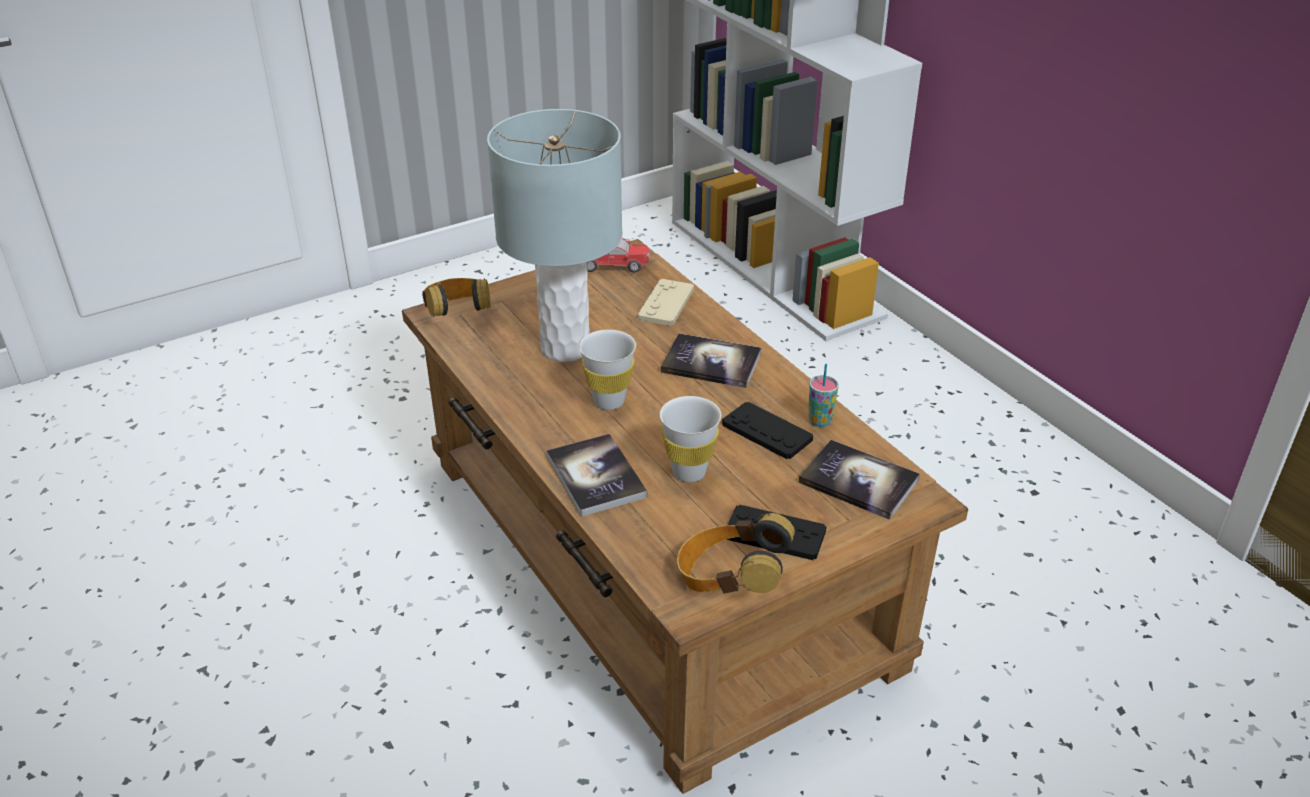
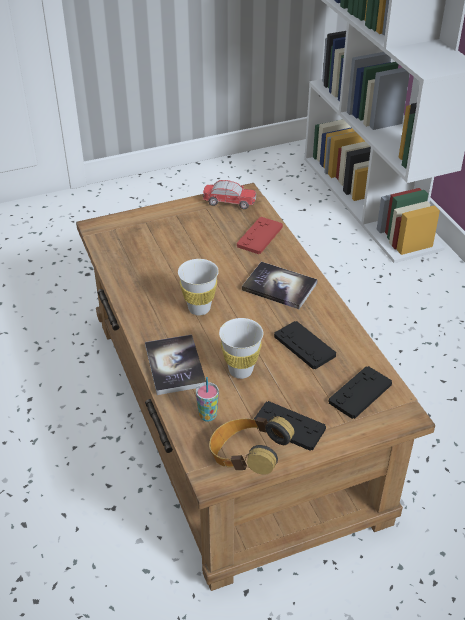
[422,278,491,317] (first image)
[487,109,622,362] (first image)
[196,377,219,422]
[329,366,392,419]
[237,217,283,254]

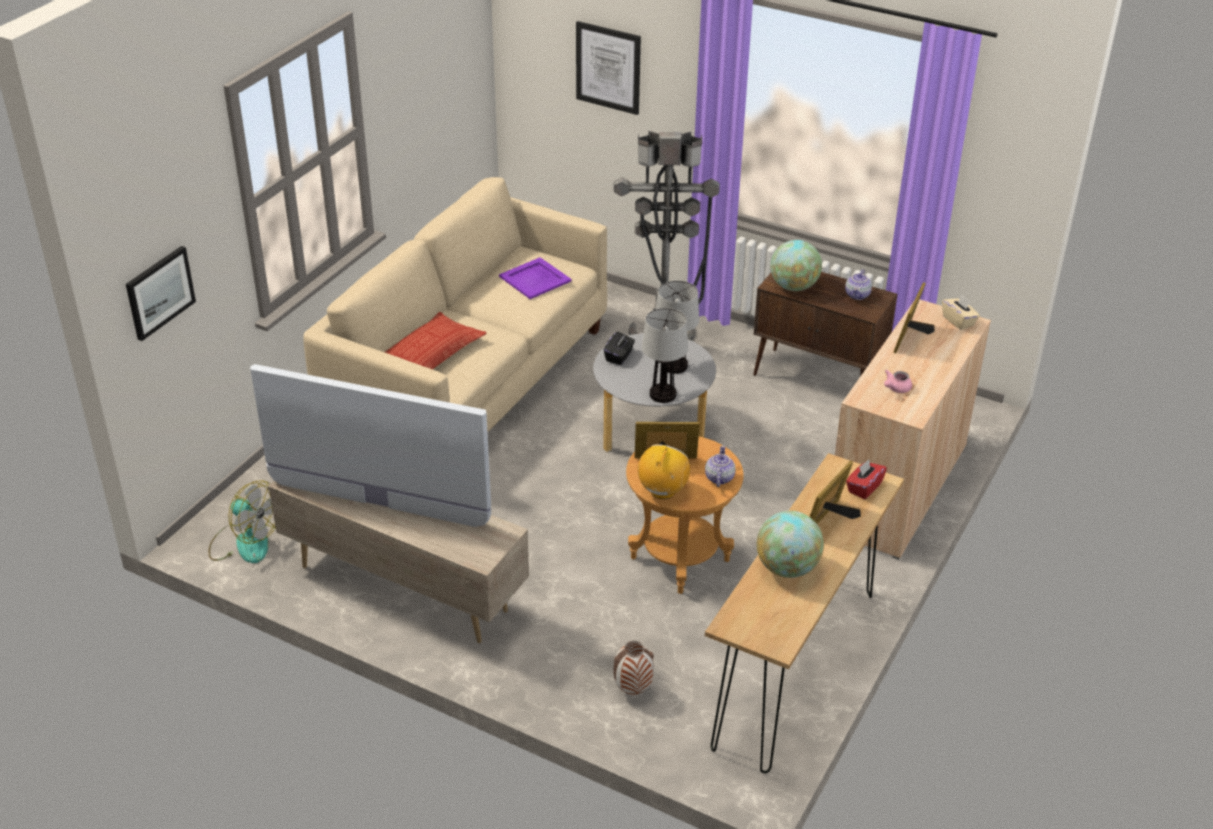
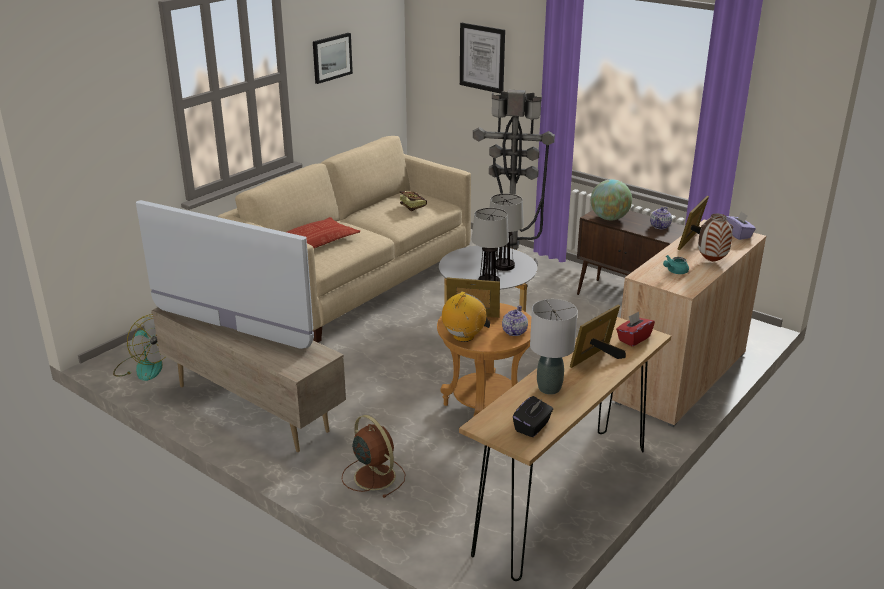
[342,415,406,498]
[313,33,353,84]
[513,396,553,437]
[698,214,733,262]
[400,191,427,211]
[530,299,577,395]
[663,255,689,274]
[726,211,756,240]

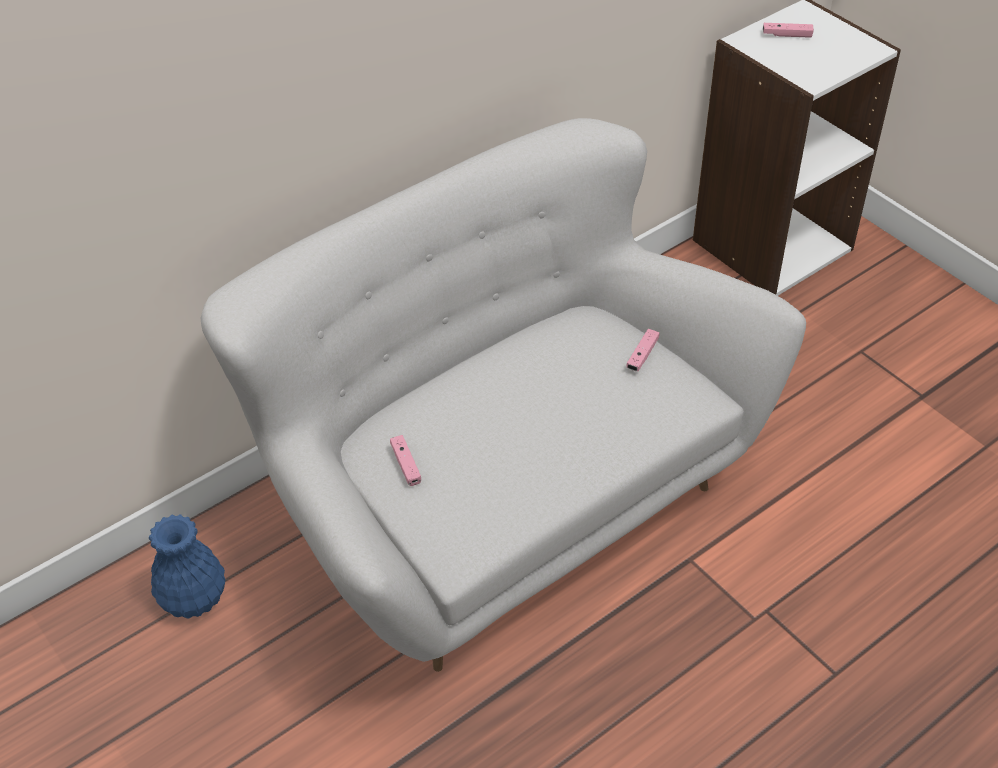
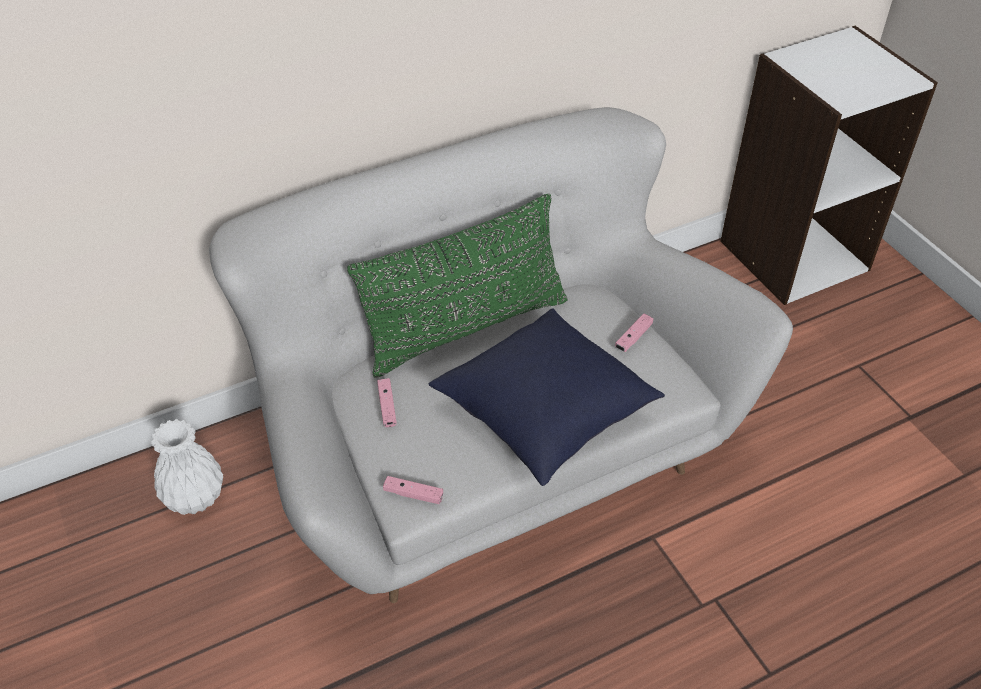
[347,194,568,378]
[429,308,665,486]
[383,476,443,504]
[151,419,223,515]

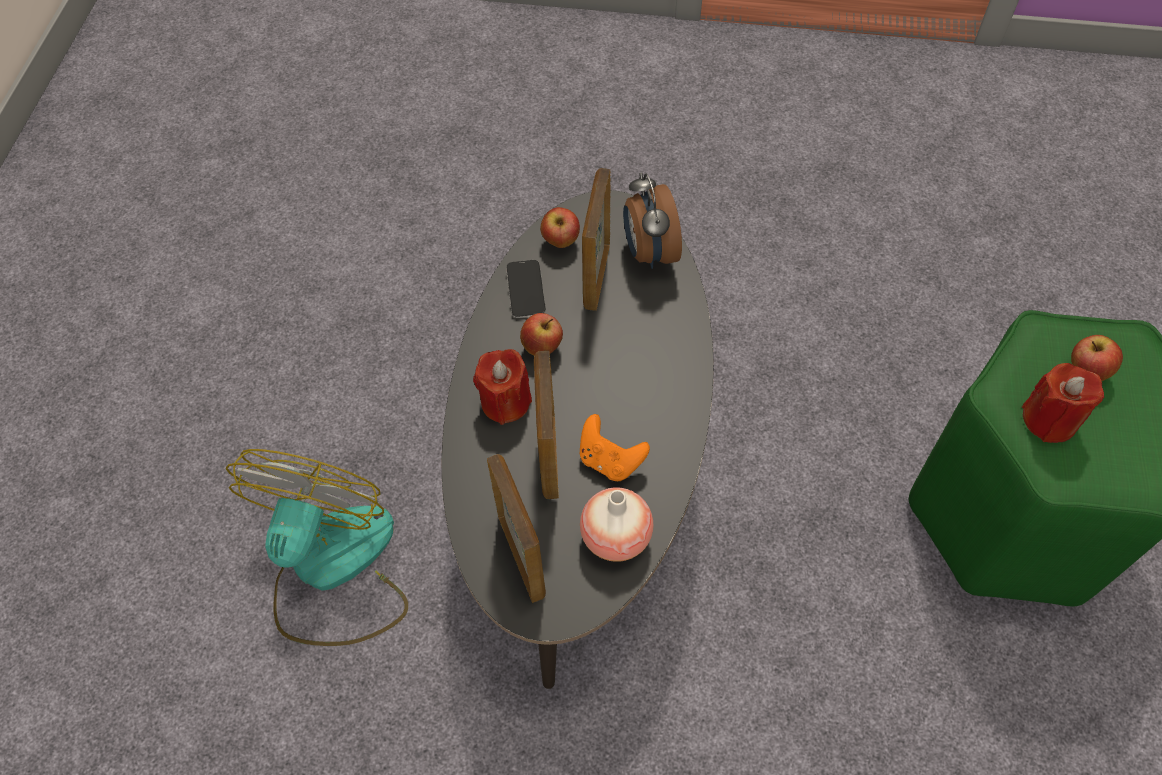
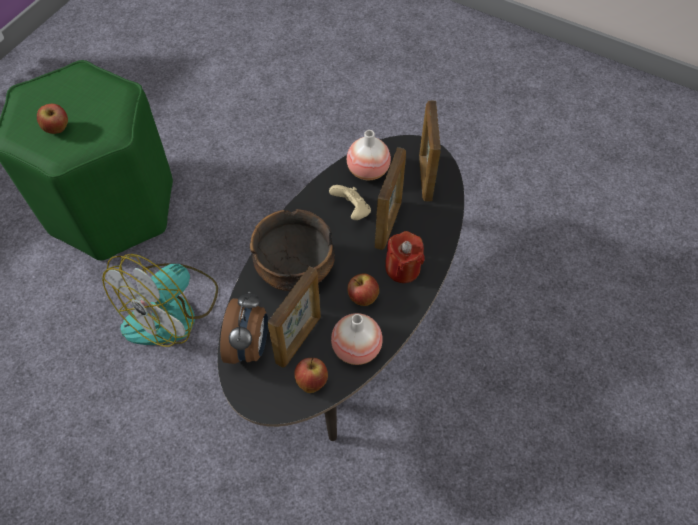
[1022,363,1104,443] (first image)
[250,209,335,291]
[102,254,218,347]
[331,313,383,365]
[329,185,371,220]

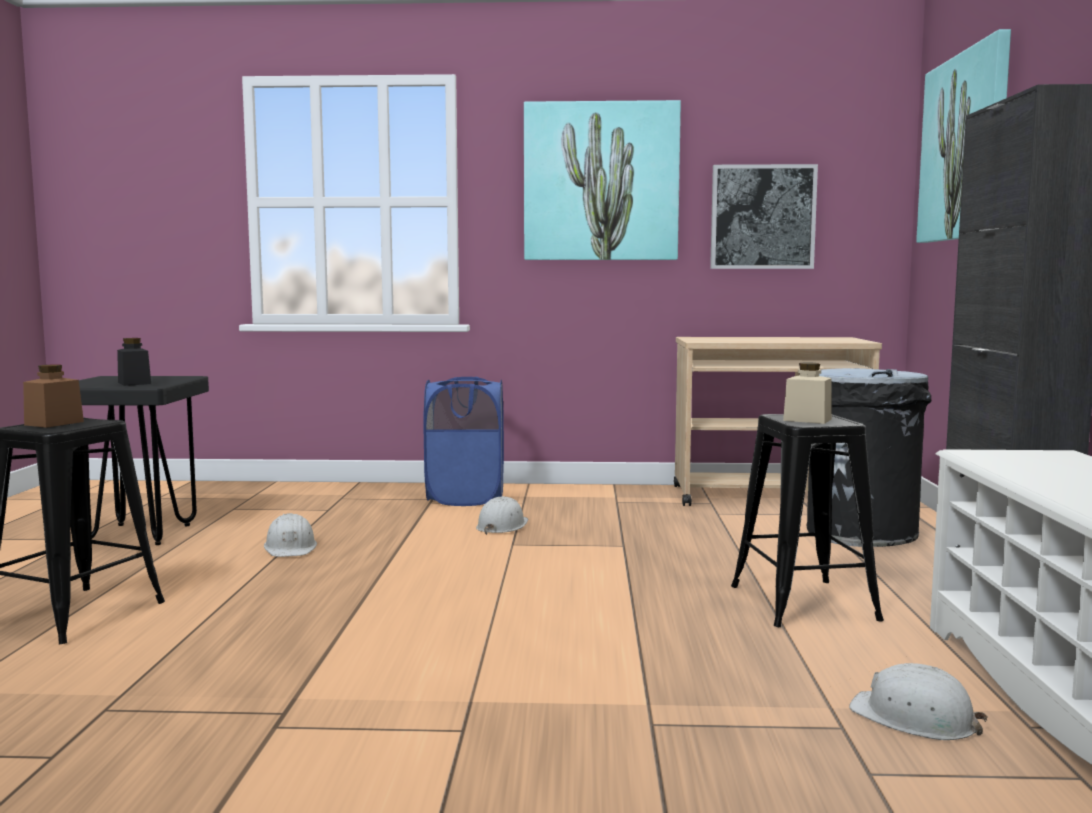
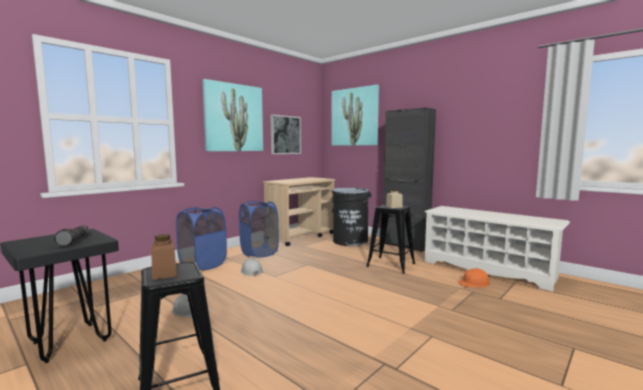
[239,201,279,258]
[54,226,90,246]
[457,268,490,288]

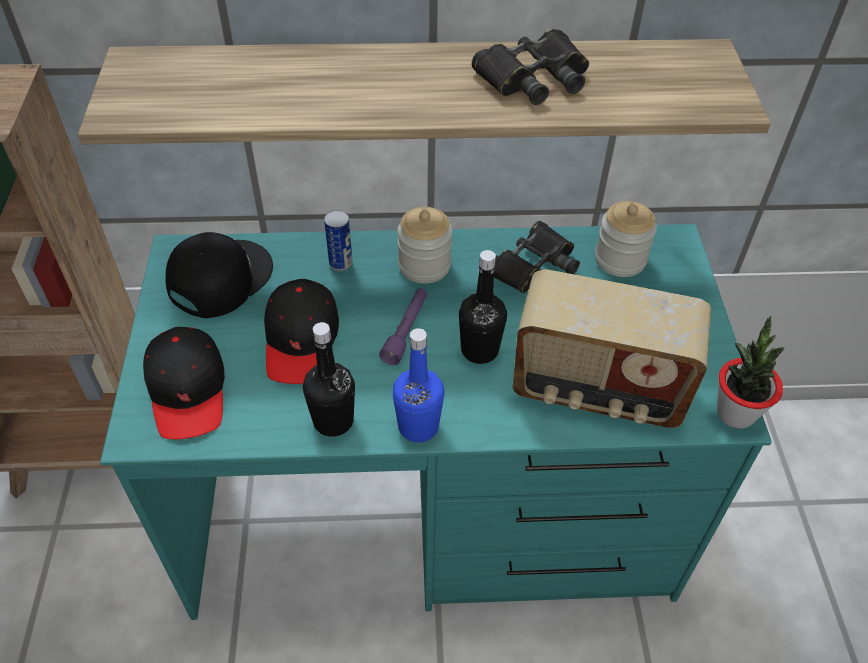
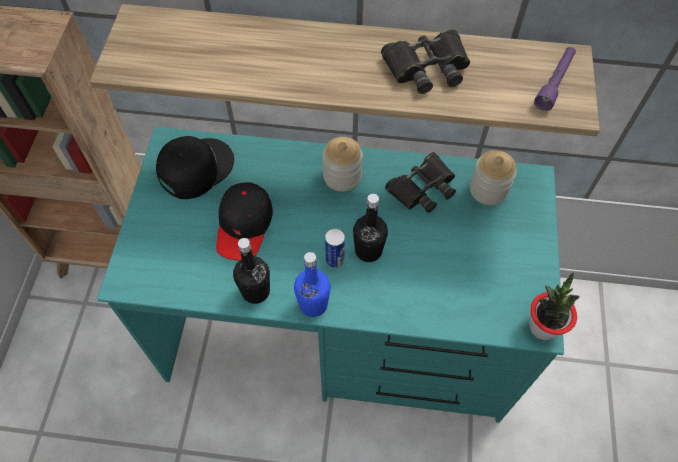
[143,327,225,440] (first image)
[513,269,711,428] (first image)
[325,228,345,268]
[534,47,576,111]

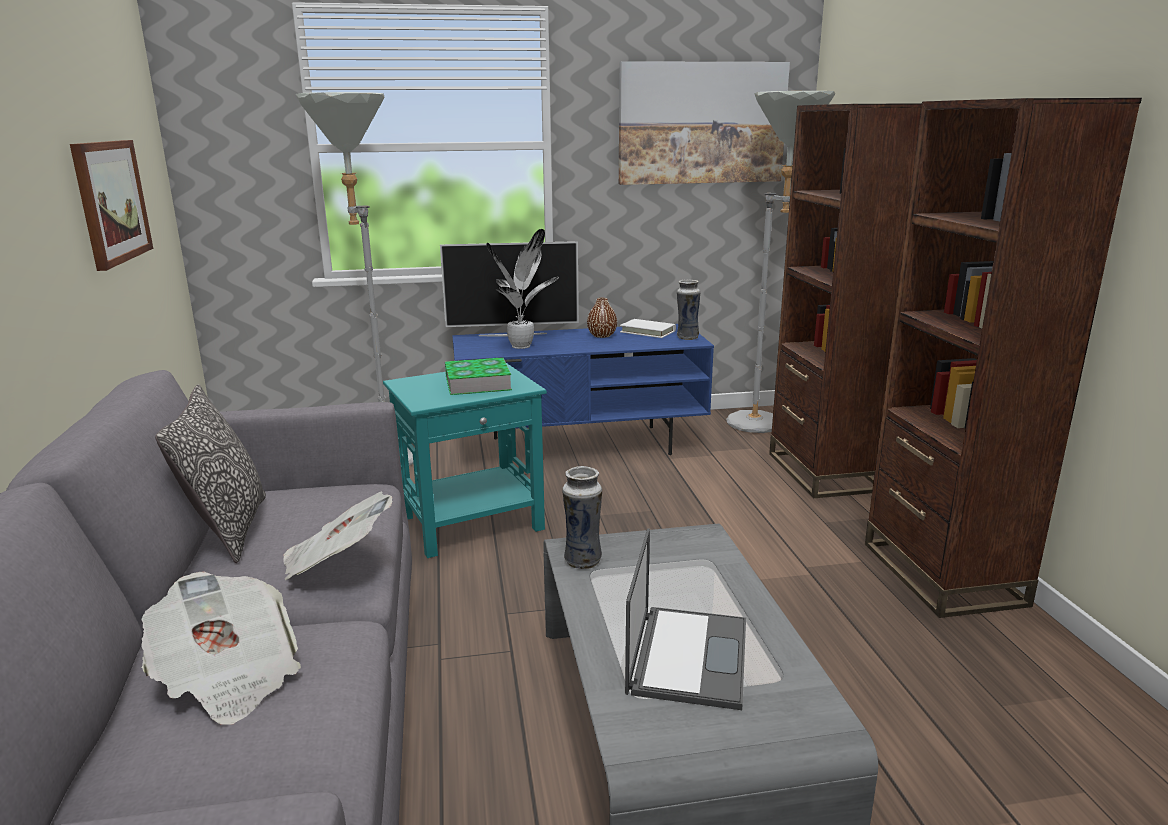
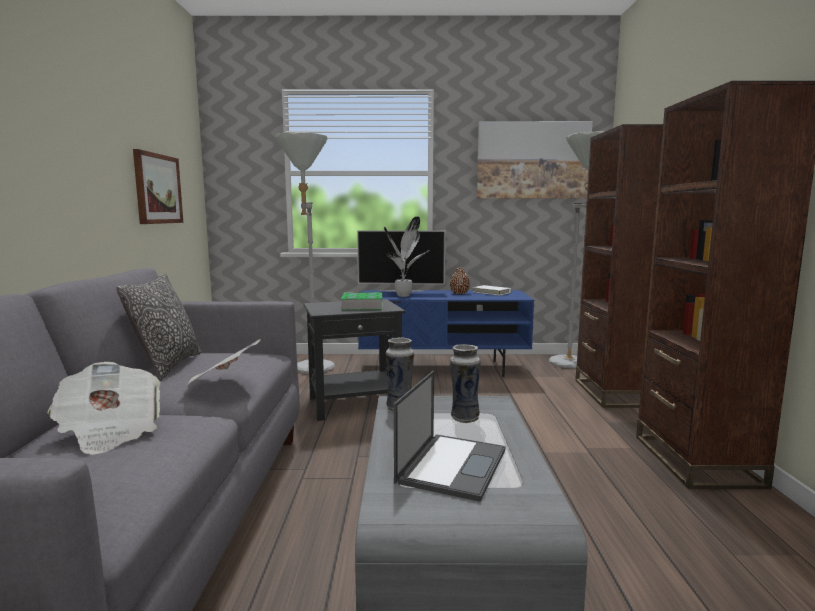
[450,344,481,423]
[304,299,406,421]

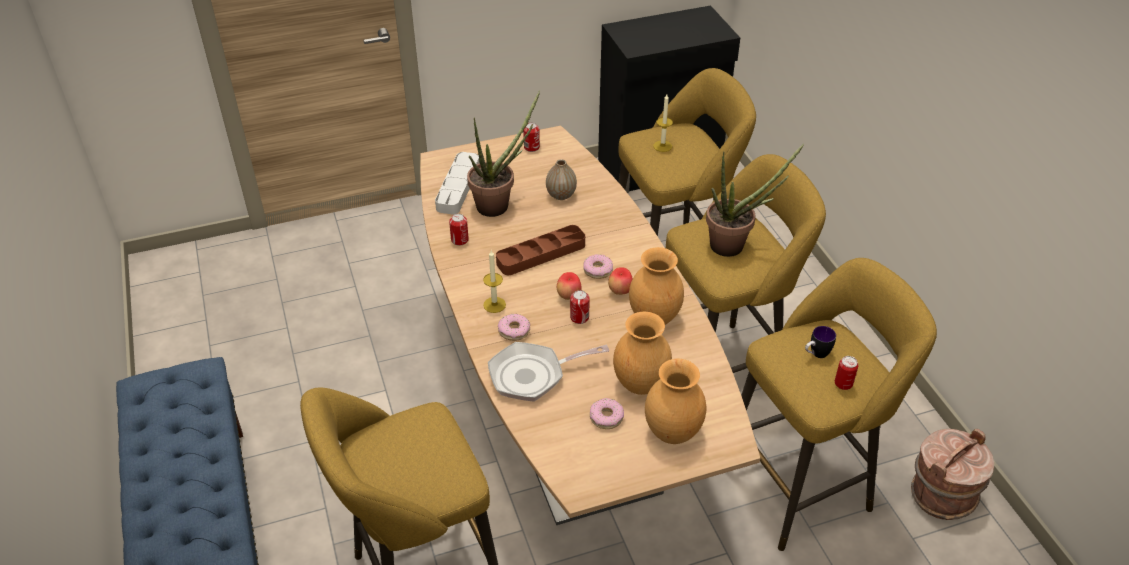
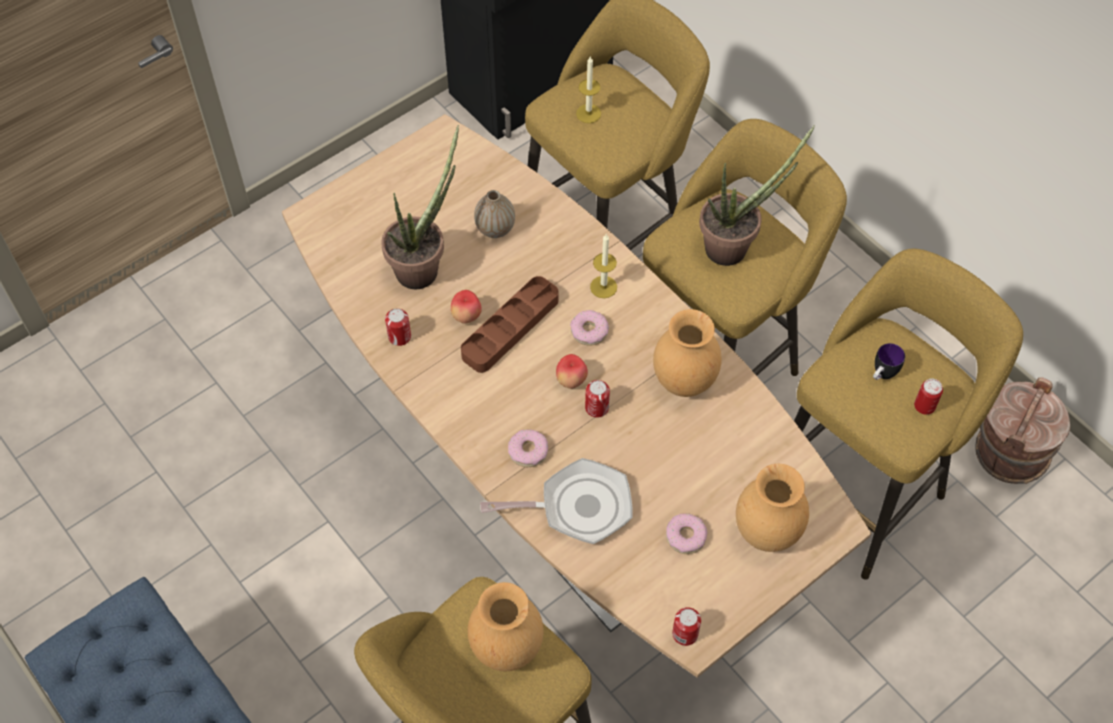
[435,152,480,214] (first image)
[590,234,617,298]
[672,607,701,646]
[451,290,482,324]
[468,582,544,671]
[480,458,632,544]

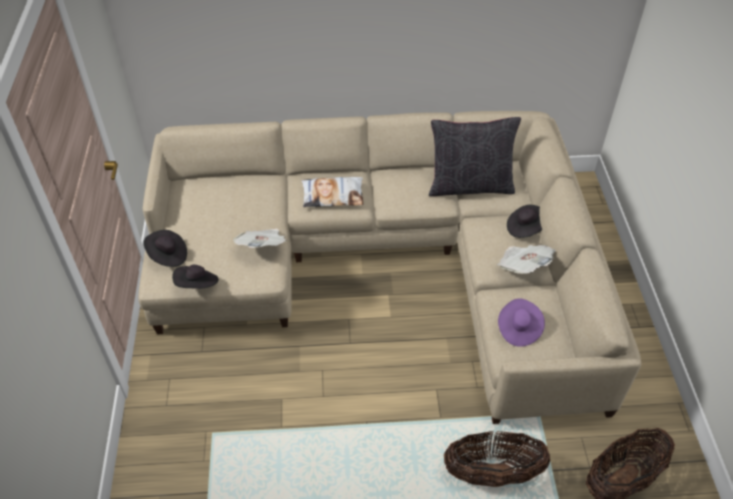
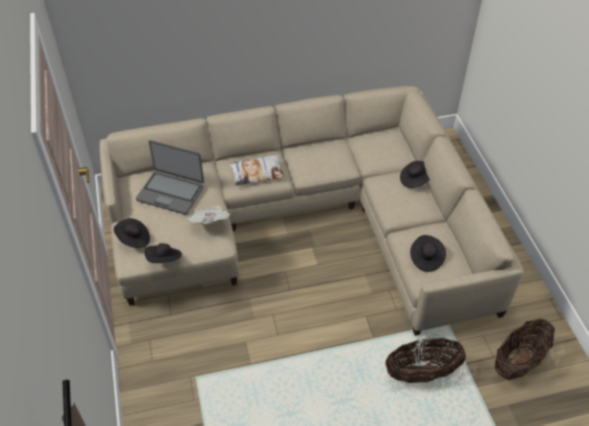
[429,117,521,196] (first image)
[497,245,555,274] (first image)
[136,140,204,215]
[410,235,446,272]

